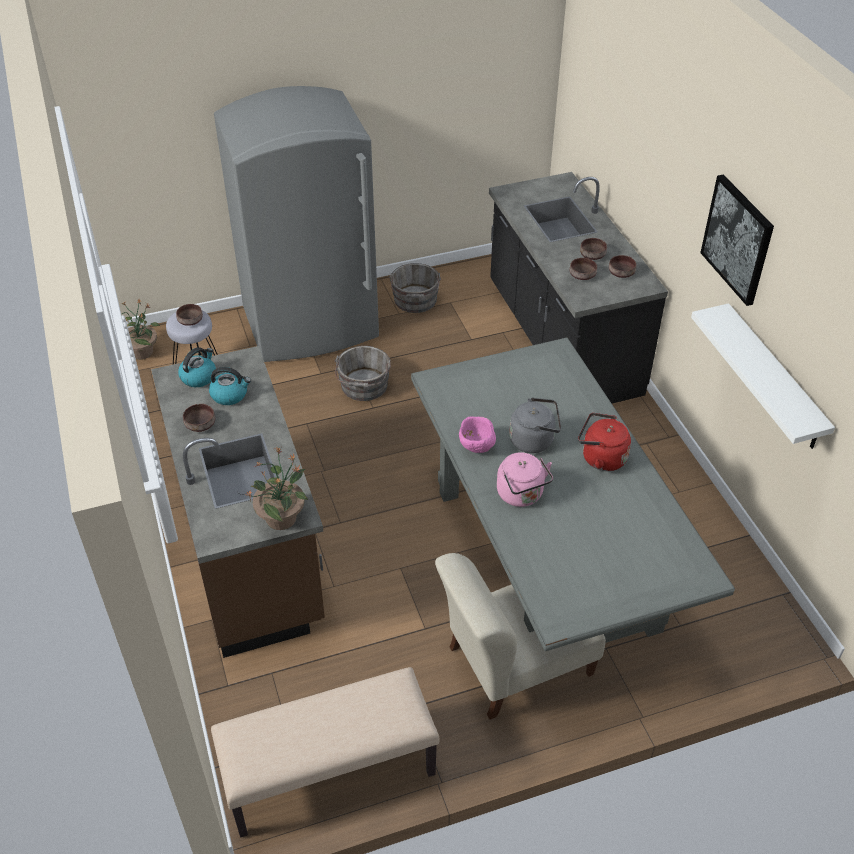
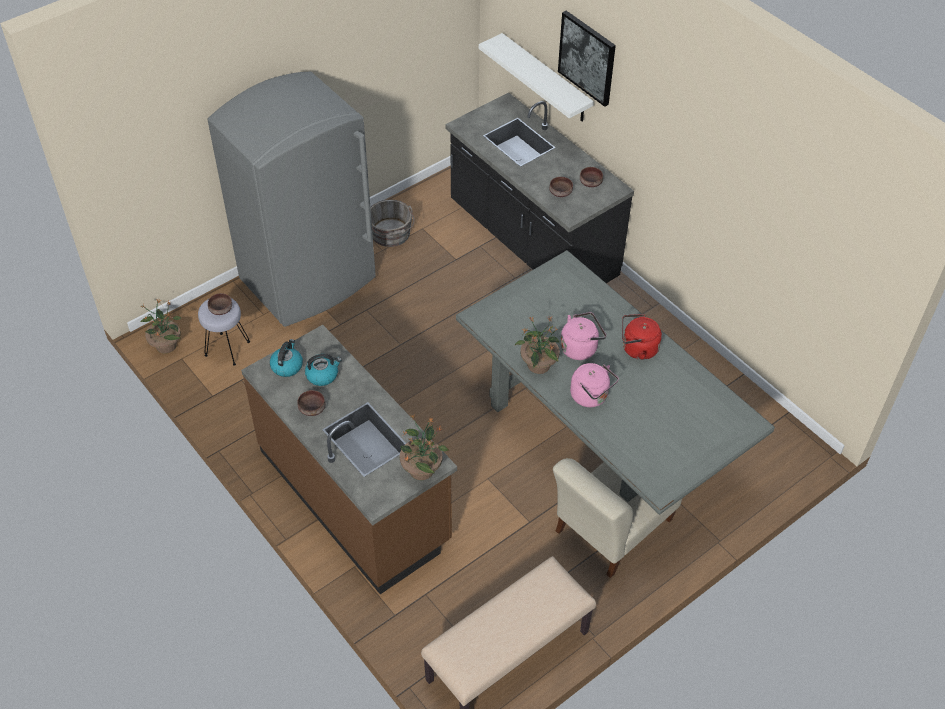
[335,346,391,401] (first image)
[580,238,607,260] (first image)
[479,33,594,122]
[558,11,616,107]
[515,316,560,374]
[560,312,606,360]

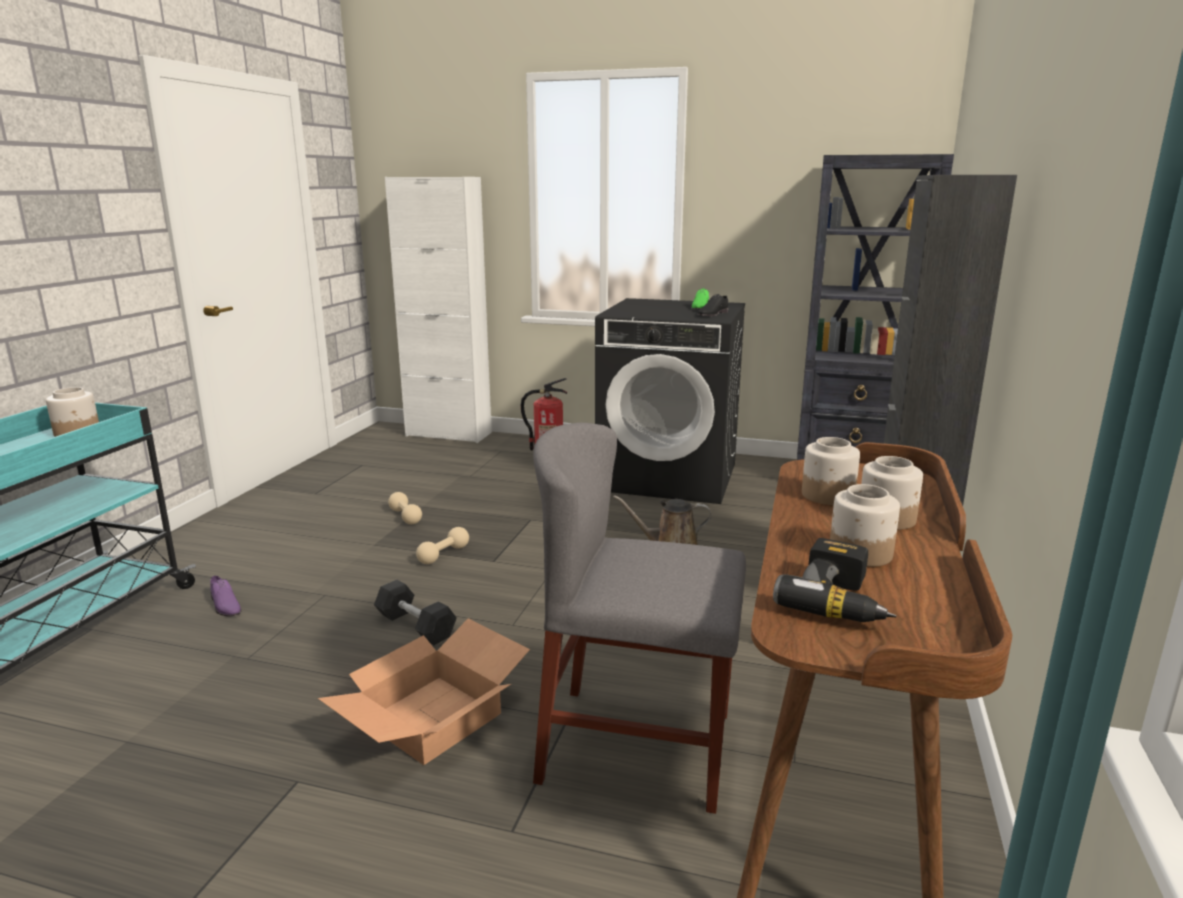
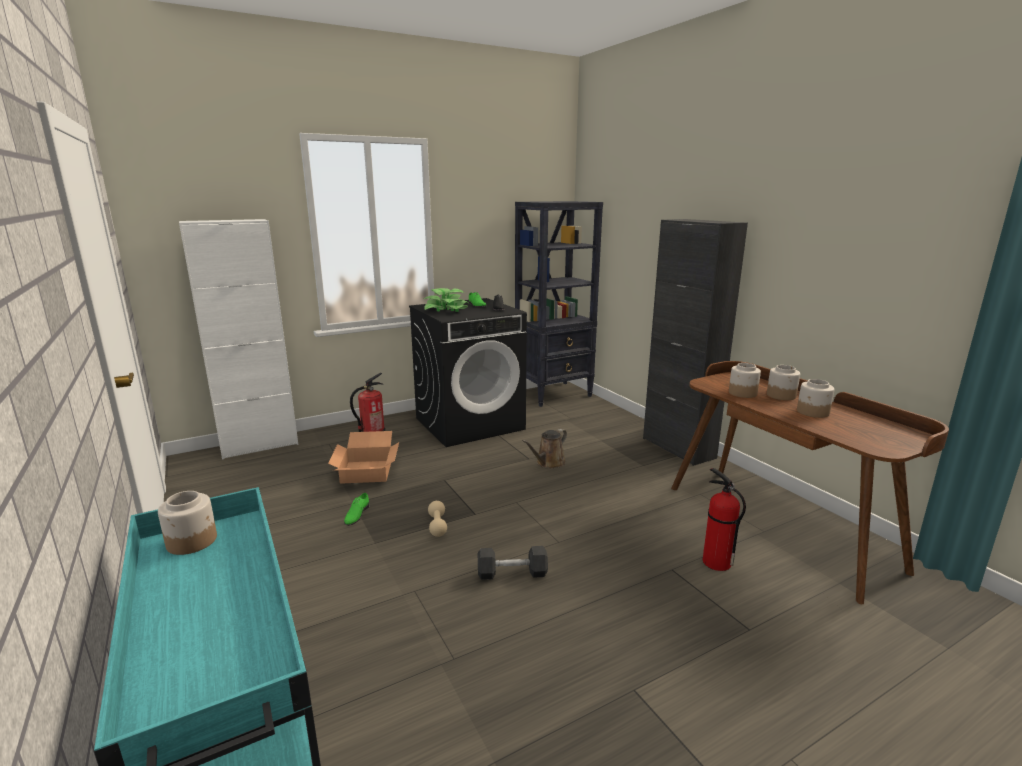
[210,576,242,617] (first image)
[773,538,896,622] (first image)
[424,288,469,312]
[328,431,399,484]
[344,493,370,526]
[703,468,746,571]

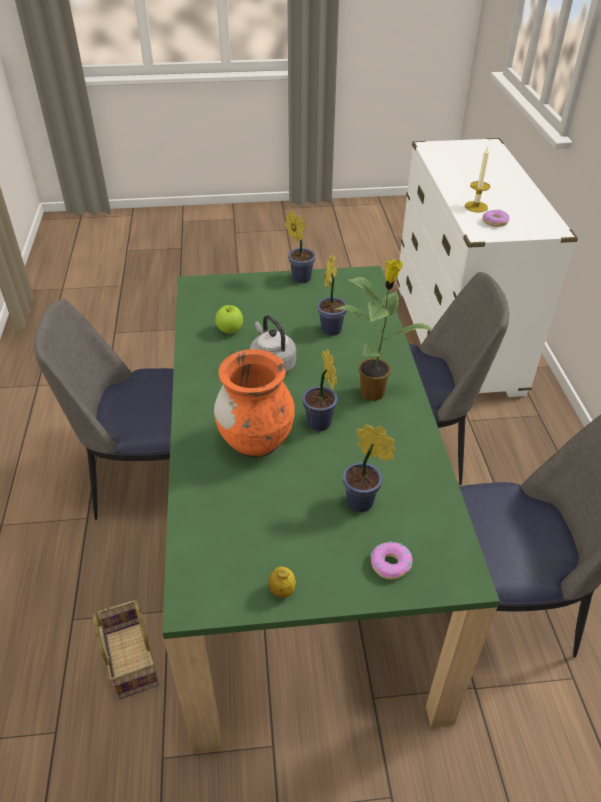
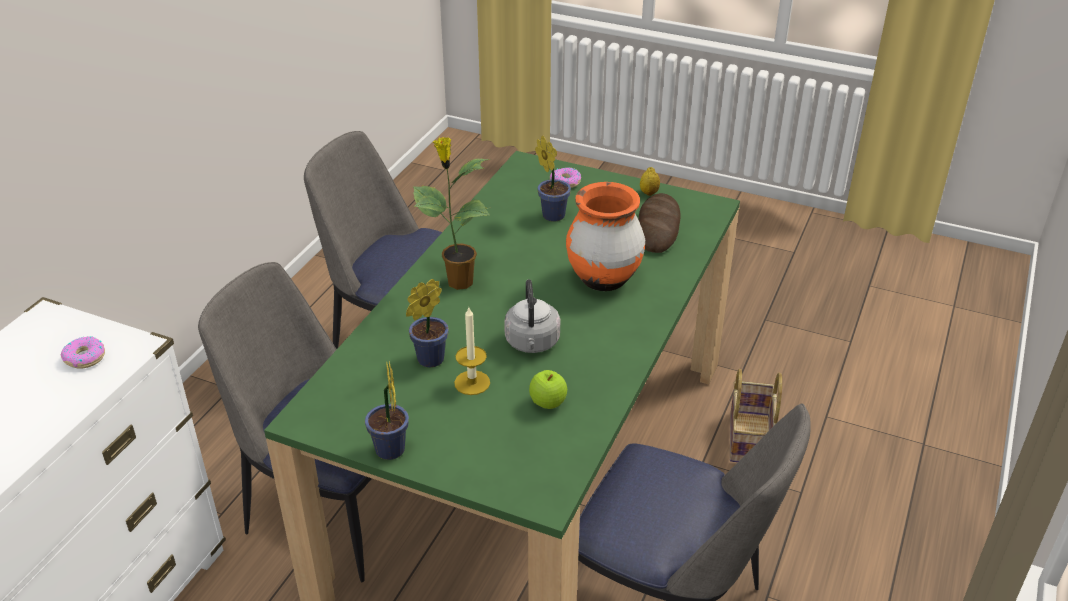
[302,349,338,431] (first image)
[638,193,680,253]
[454,306,490,395]

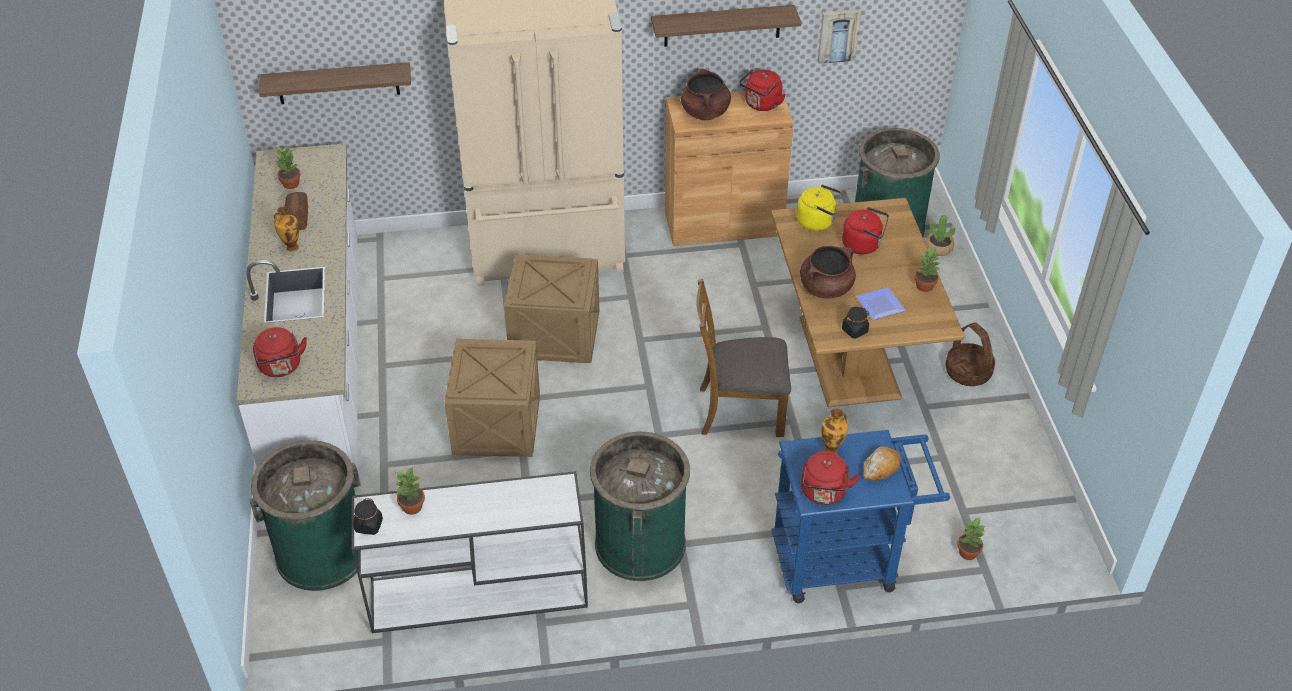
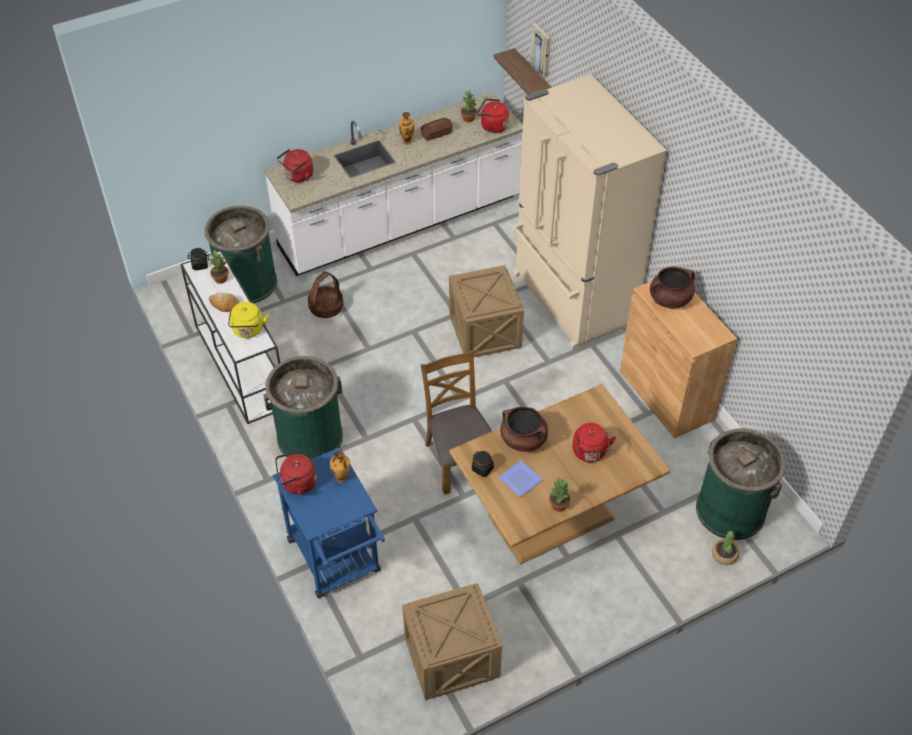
[651,5,802,47] (first image)
[957,517,985,560] (first image)
[402,583,502,700]
[477,98,509,133]
[228,302,269,338]
[529,23,551,78]
[209,292,240,312]
[308,271,344,318]

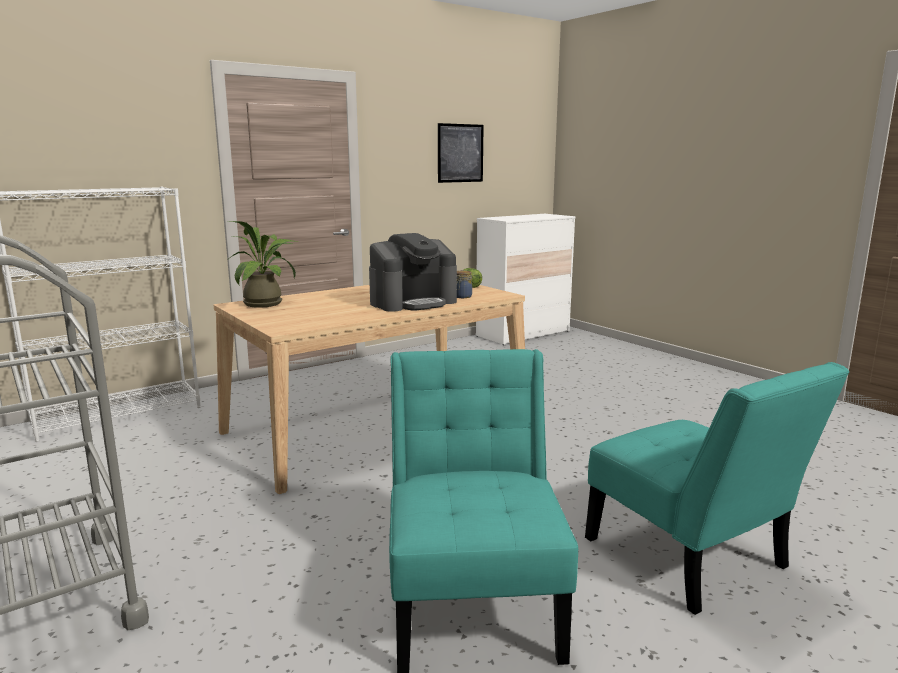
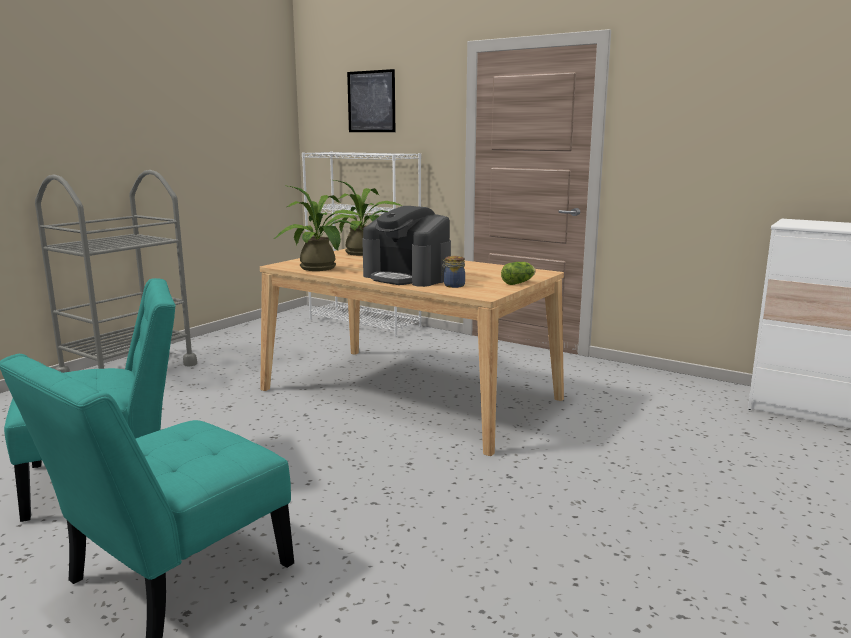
[274,186,363,271]
[347,69,395,132]

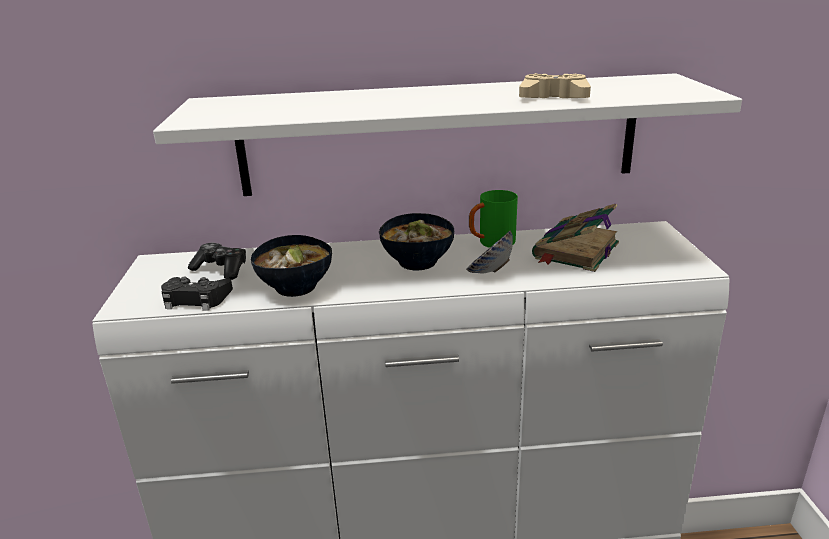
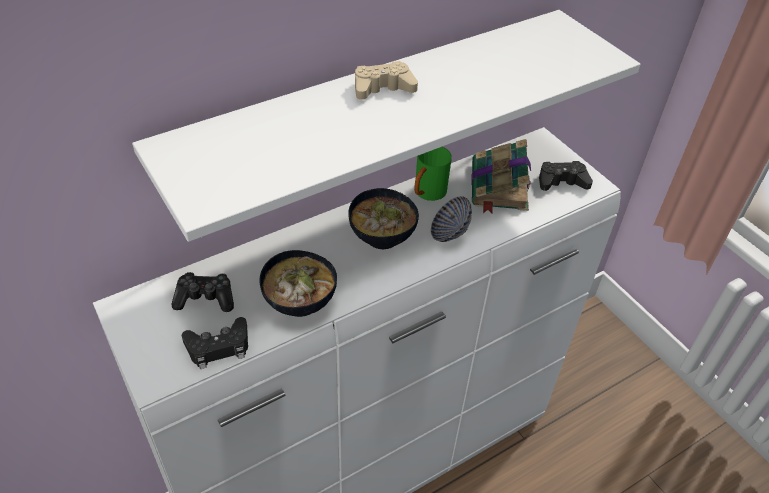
[539,161,593,191]
[355,61,418,100]

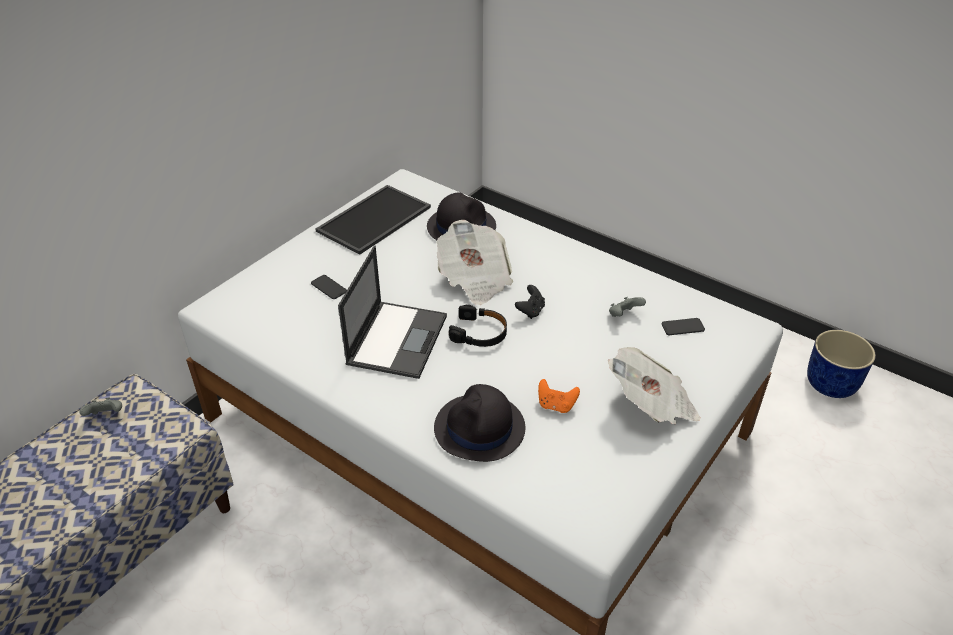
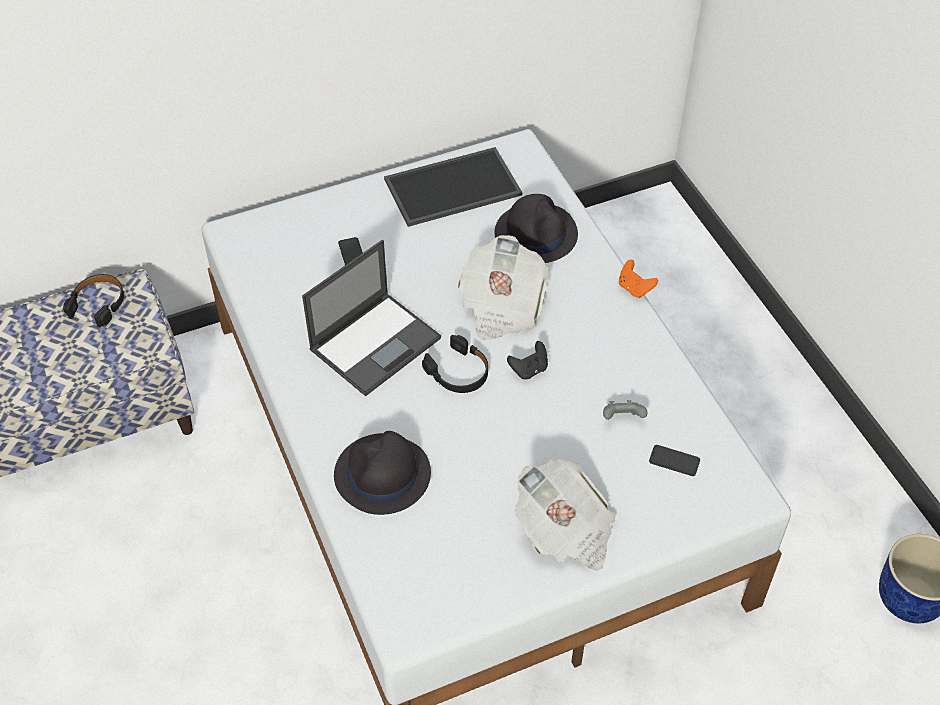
[619,260,658,298]
[63,274,124,327]

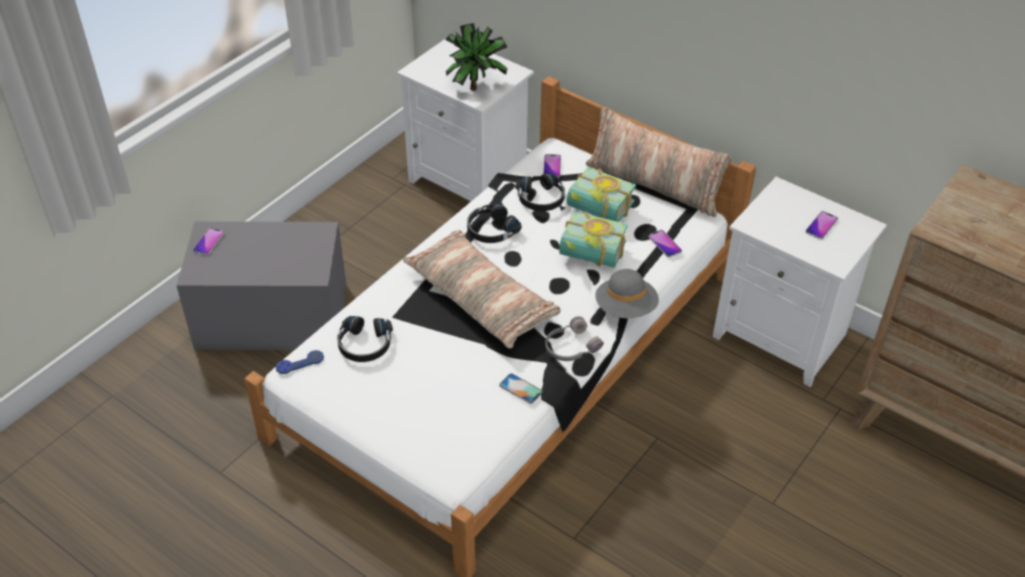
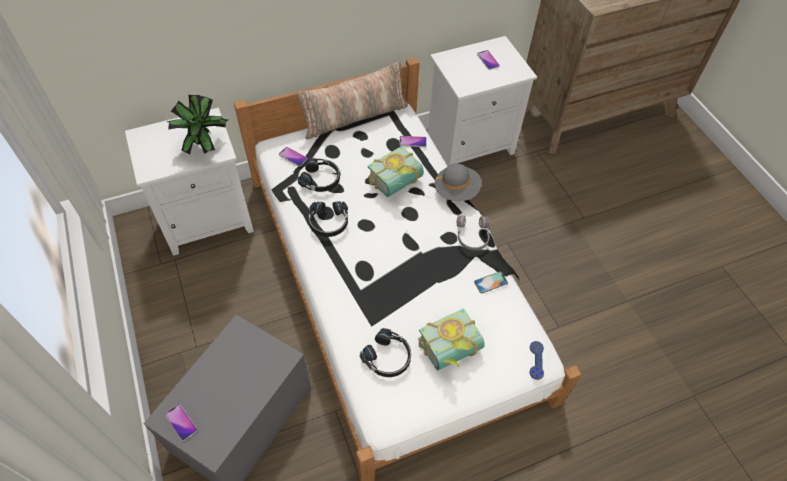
[403,230,561,348] (first image)
[530,341,544,380]
[418,308,485,370]

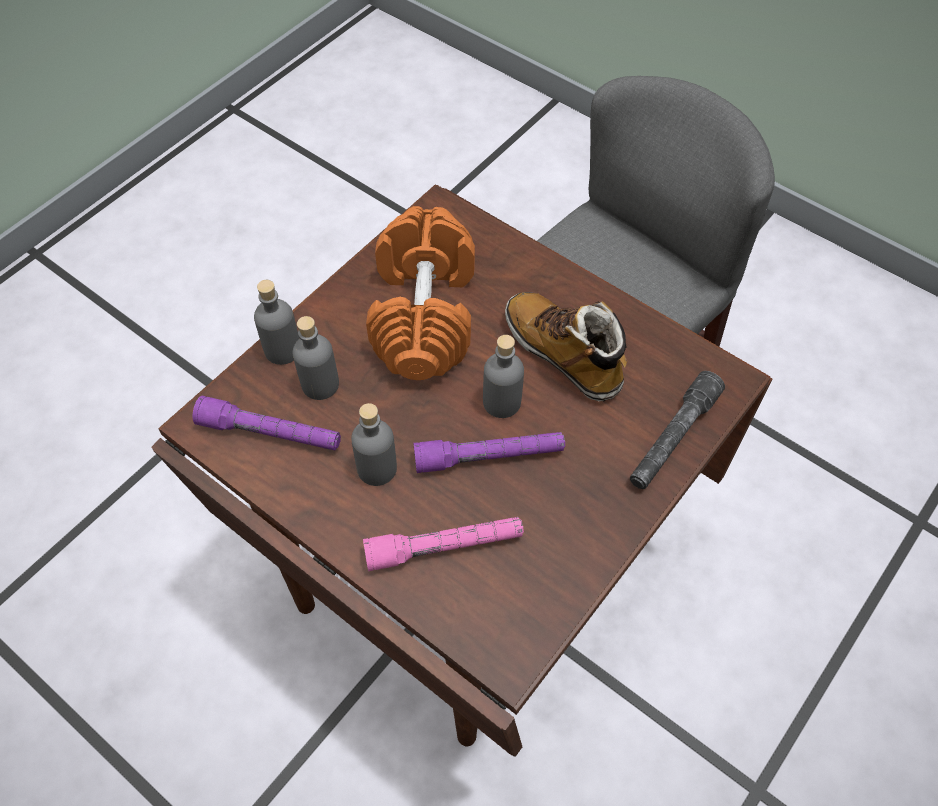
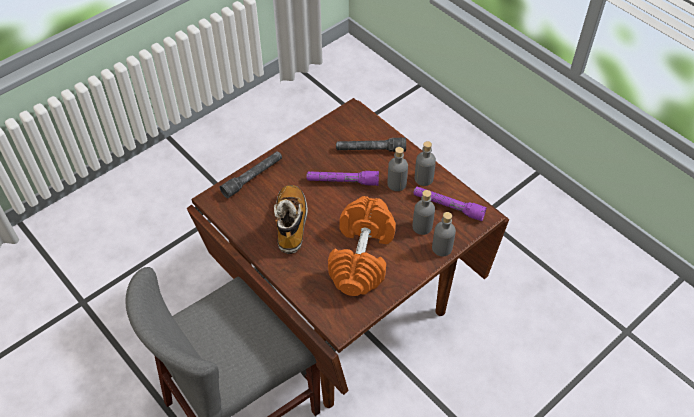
[415,141,436,186]
[336,138,406,152]
[273,185,308,254]

